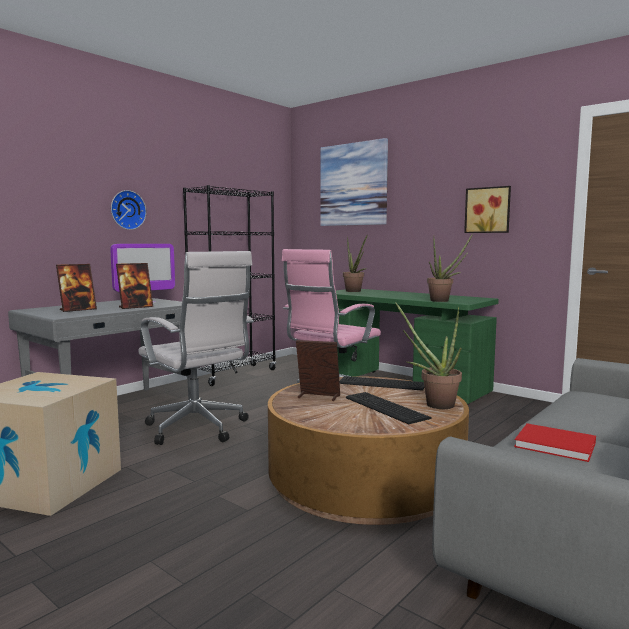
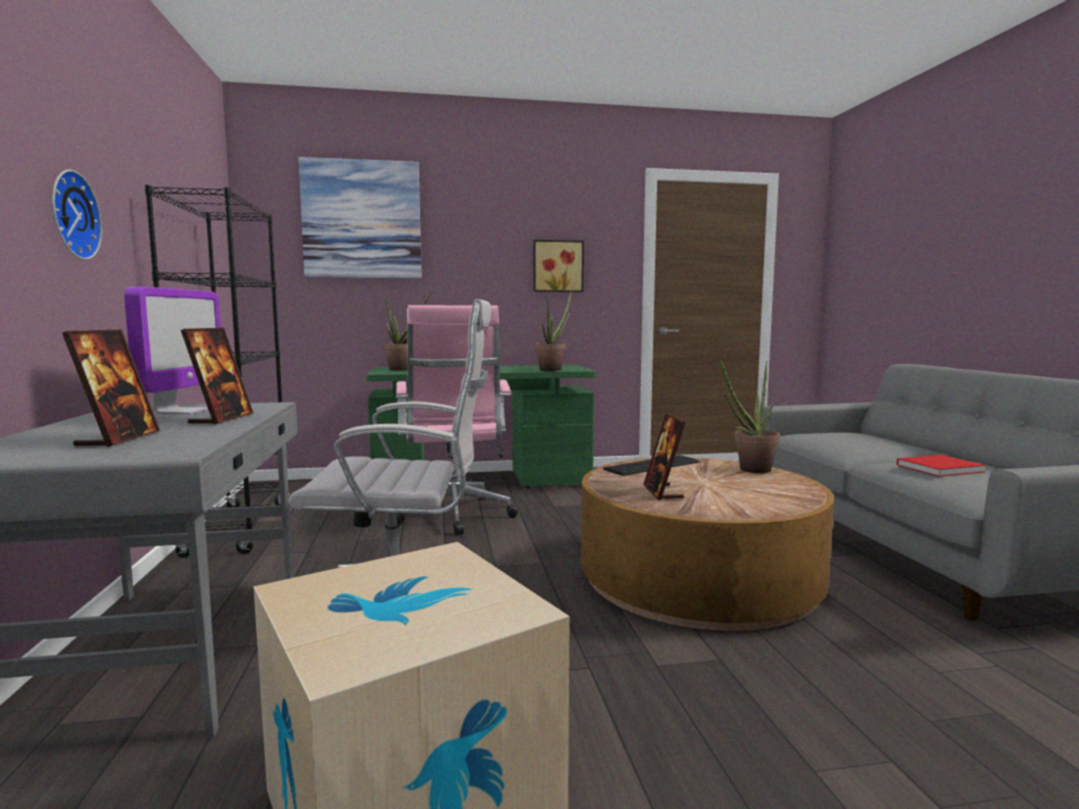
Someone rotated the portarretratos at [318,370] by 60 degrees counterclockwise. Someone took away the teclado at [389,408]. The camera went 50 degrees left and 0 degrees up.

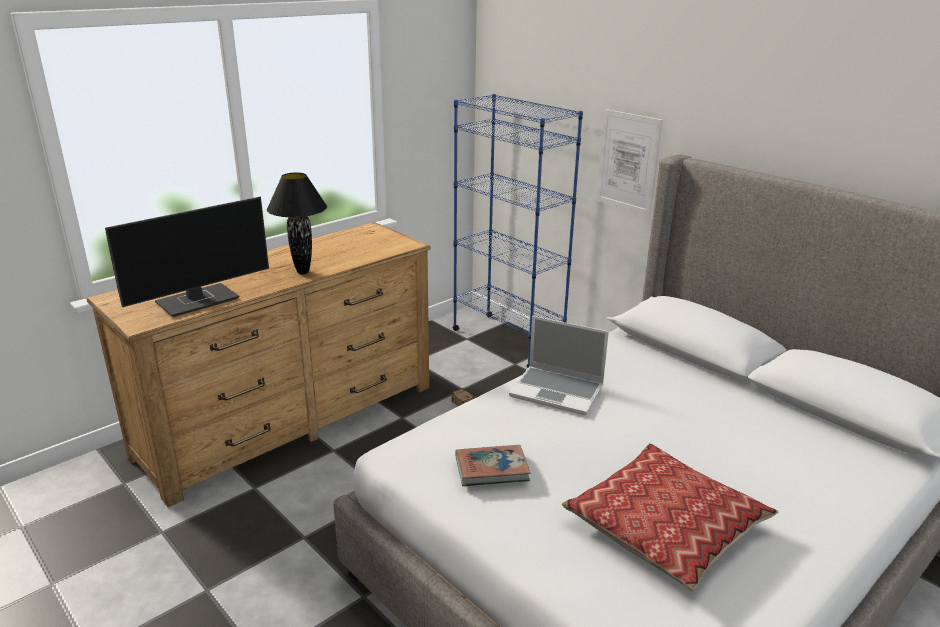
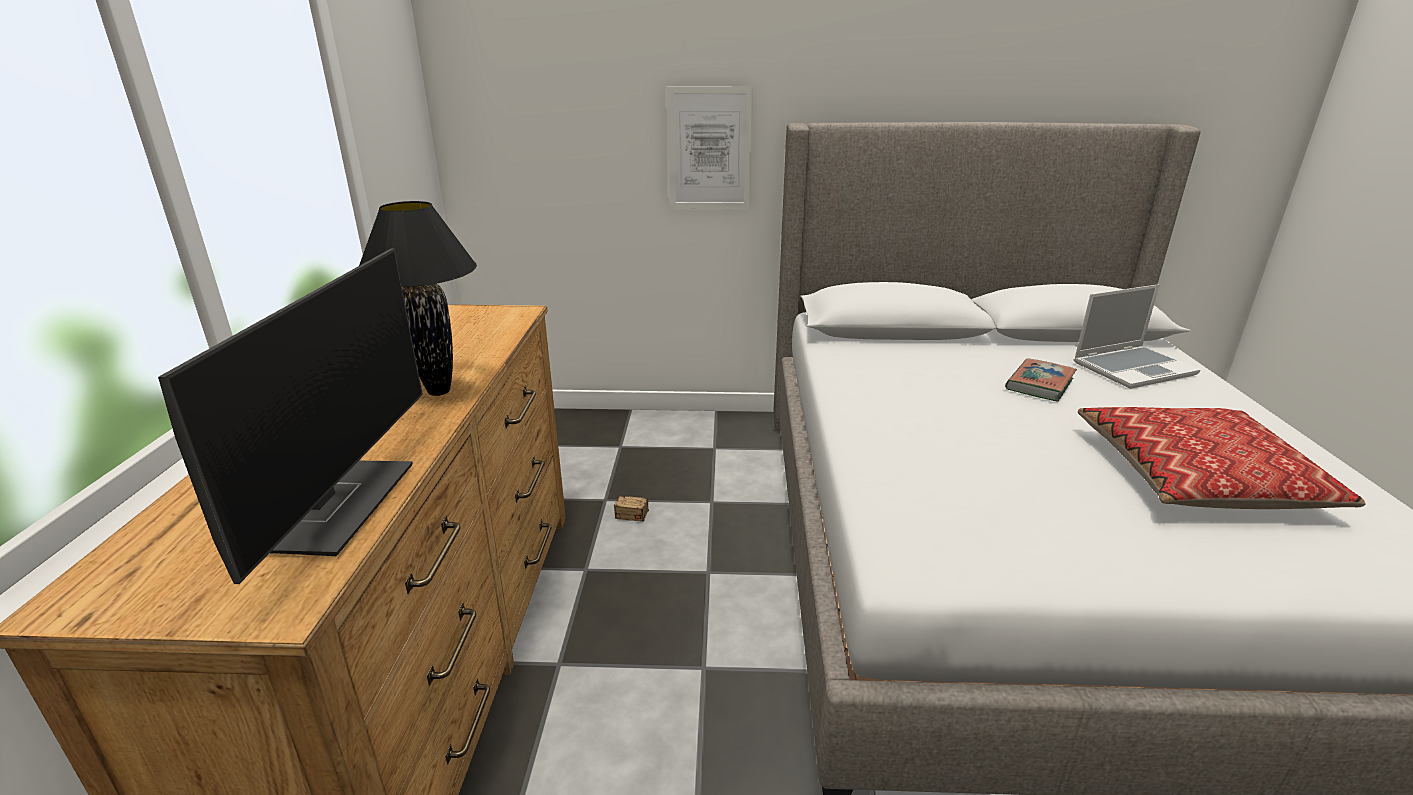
Someone took away the estantería (azul) at [518,231]. Someone carried the libro from [492,465] to [1041,380]. Someone carried the portátil from [559,365] to [1137,336]. The camera went 45 degrees left and 0 degrees up.

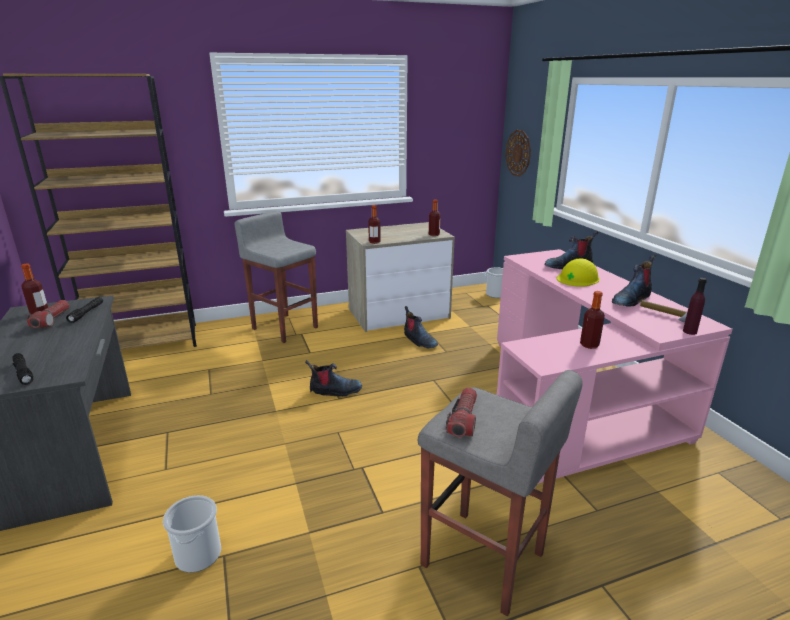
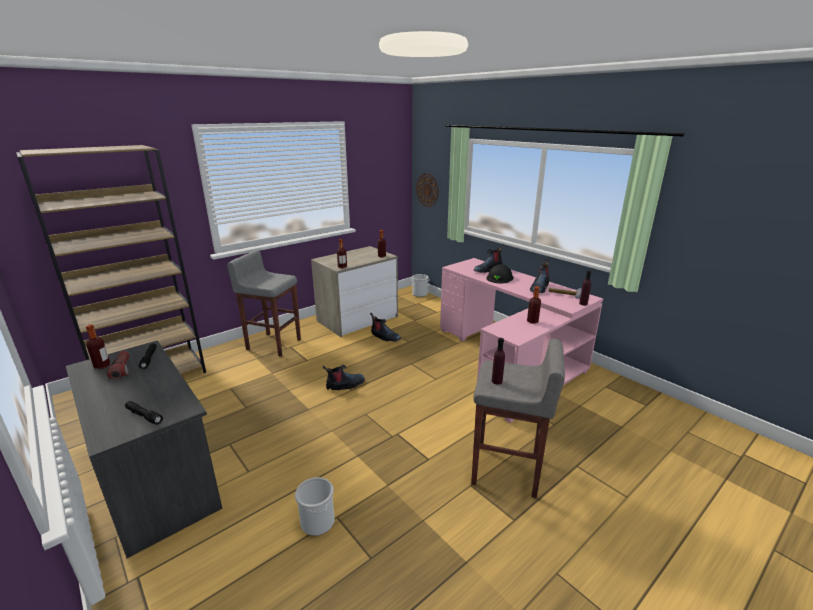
Someone swapped the linterna at [461,412] for the botella (morado) at [498,361]. Someone repainted the casco (amarillo) at [578,272], which became the casco (negro) at [500,273]. The camera went 20 degrees left and 0 degrees up.

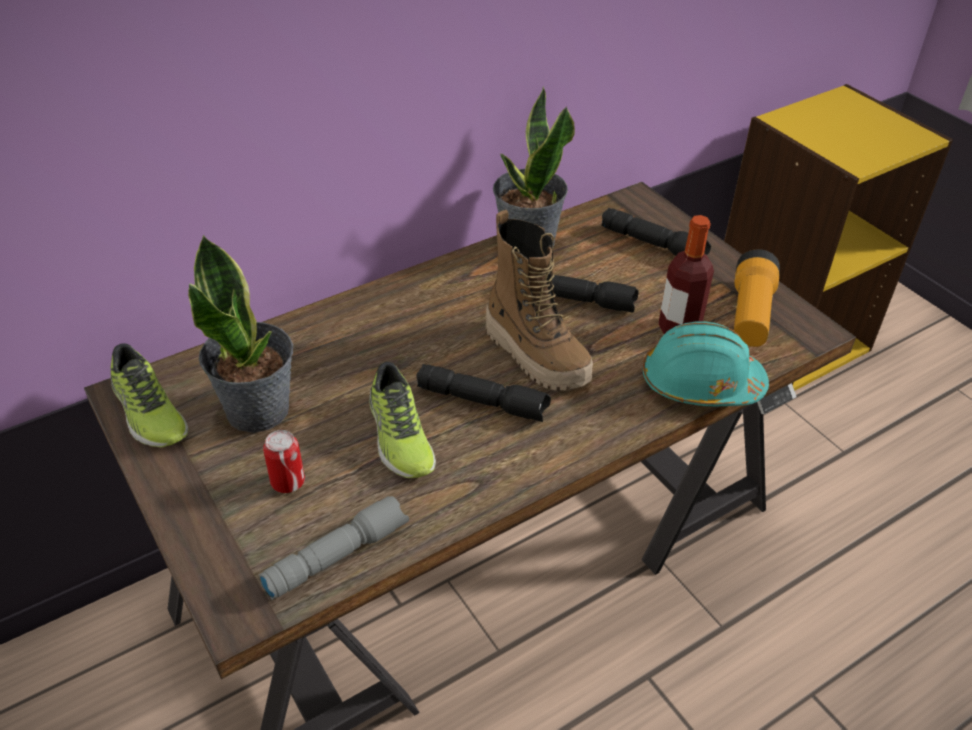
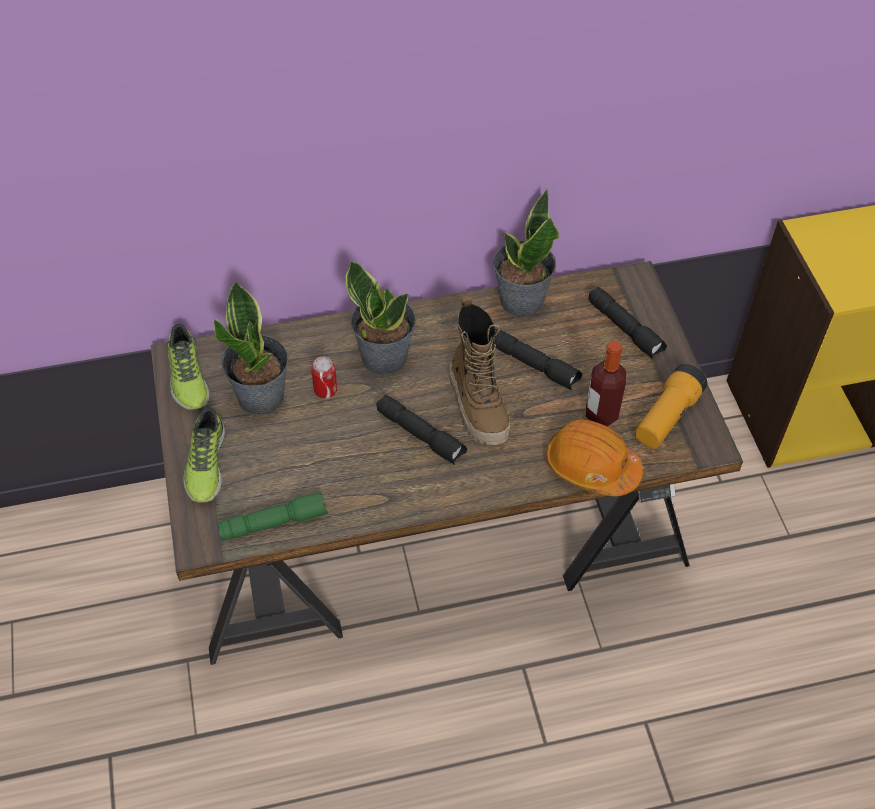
Someone repainted the linterna (gris) at [334,548], which became the linterna (verde) at [272,516]. Someone carried the lata from [284,461] to [324,377]. Someone carried the zapato from [402,420] to [204,455]. Someone repainted the casco (turquesa) at [706,363], which became the casco (naranja) at [594,457]. Someone put down the planta en maceta at [381,317]. The camera went 20 degrees right and 10 degrees up.

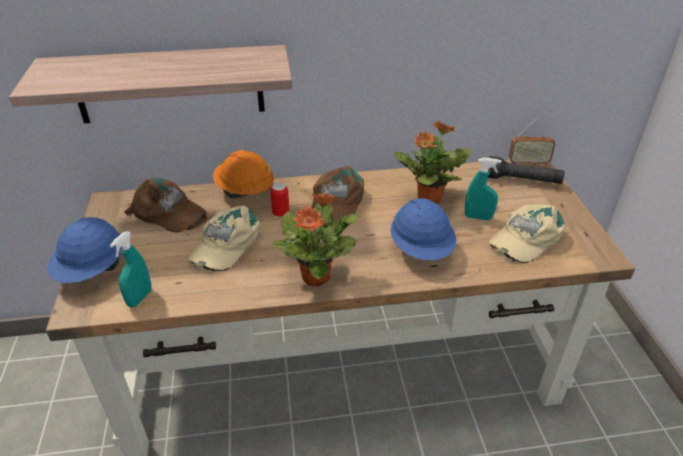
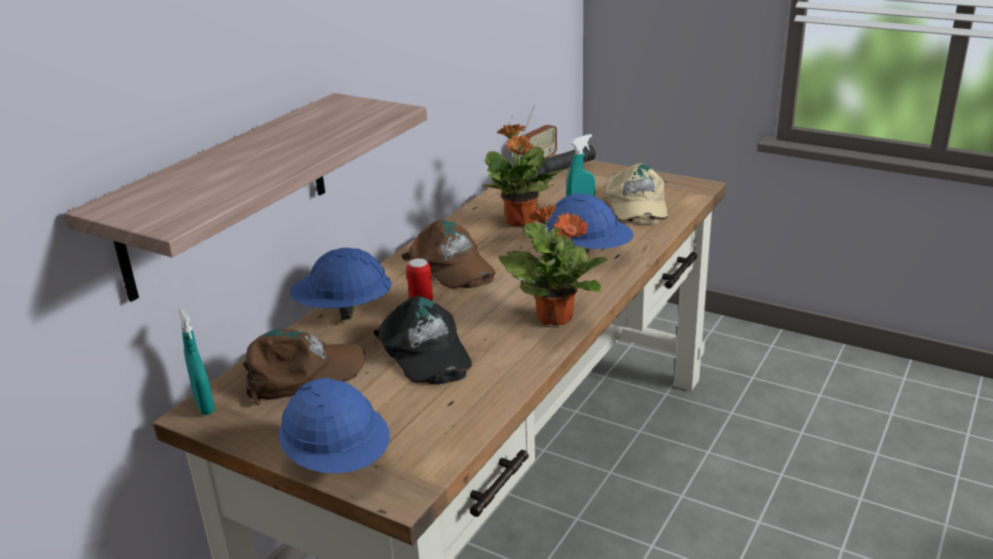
Someone carried the pulverizador (turquesa) from [131,269] to [196,361]. Someone repainted the gorra (beis) at [224,240], which became the gorra (negro) at [422,340]. Someone repainted the casco (naranja) at [243,174], which became the casco (azul) at [341,284]. The camera went 50 degrees left and 10 degrees down.

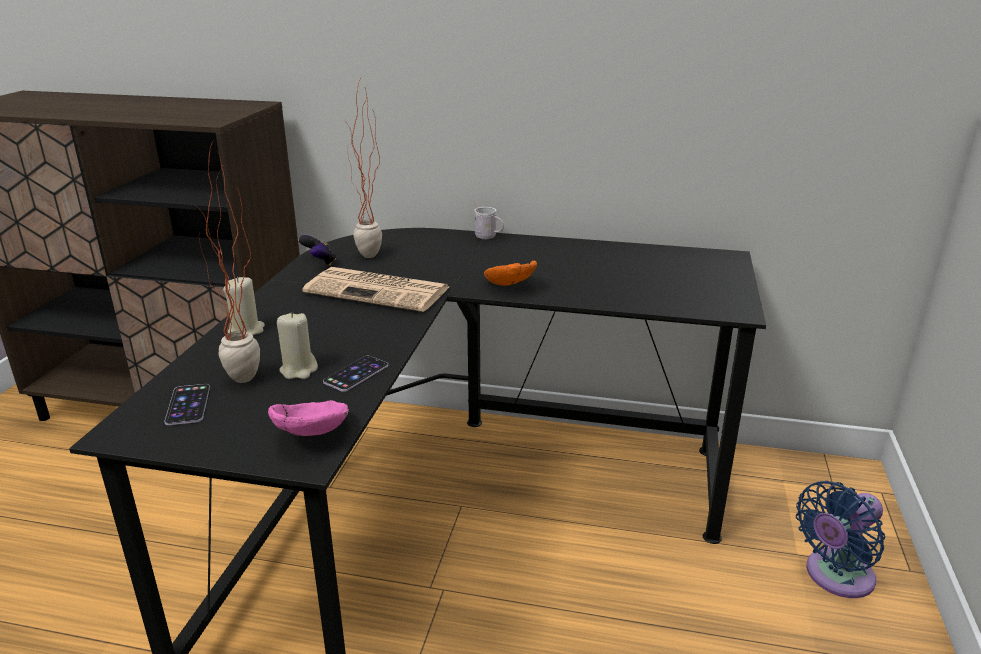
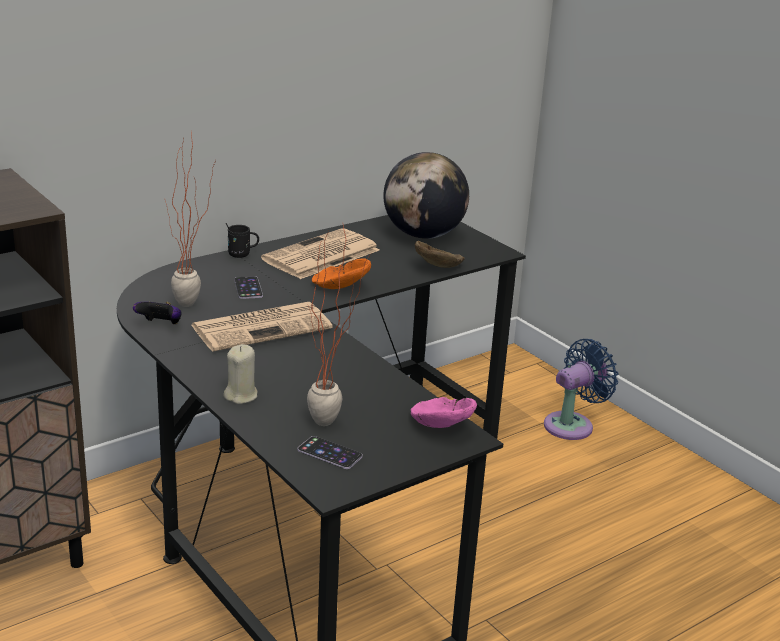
Someone took away the vela (beis) at [297,345]. Someone carried the móvil from [355,374] to [248,287]. Someone repainted the taza grande (blanco) at [488,220], which became the taza grande (negro) at [242,240]. Someone rotated the ventilador (azul) at [840,539] by 135 degrees counterclockwise. Someone put down the periódico at [320,253]. Someone put down the globo terráqueo at [426,195]. Someone put down the cuenco (marrón) at [439,254]. The camera went 50 degrees left and 0 degrees up.

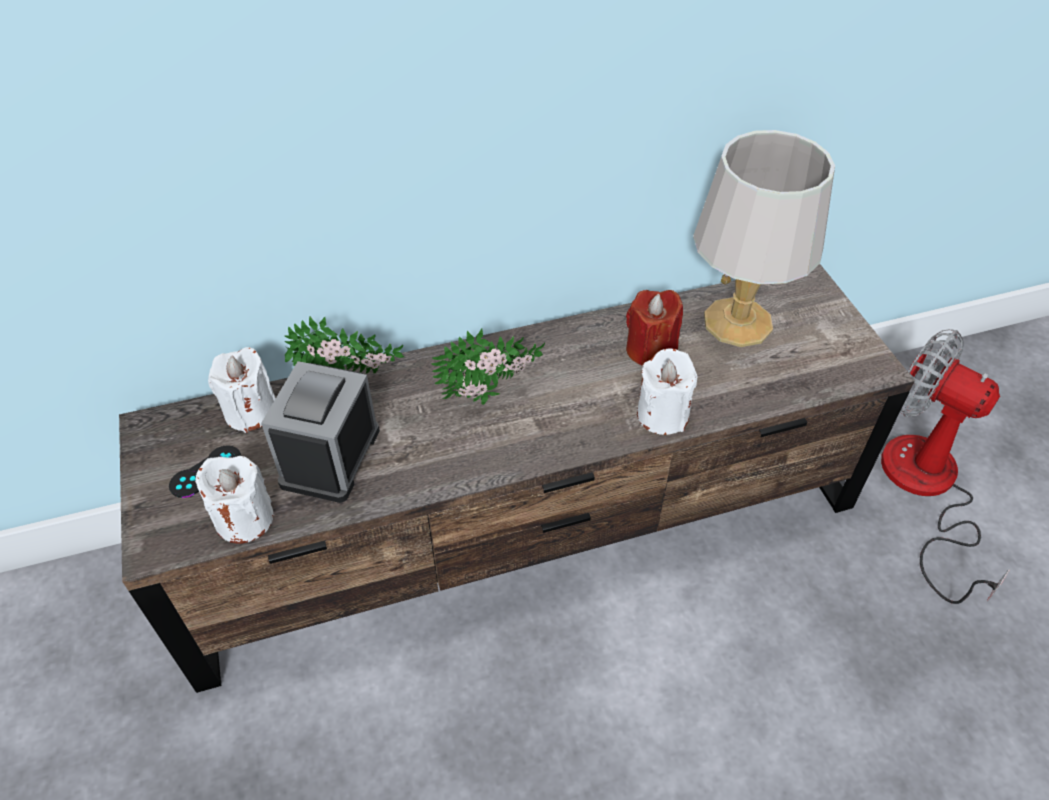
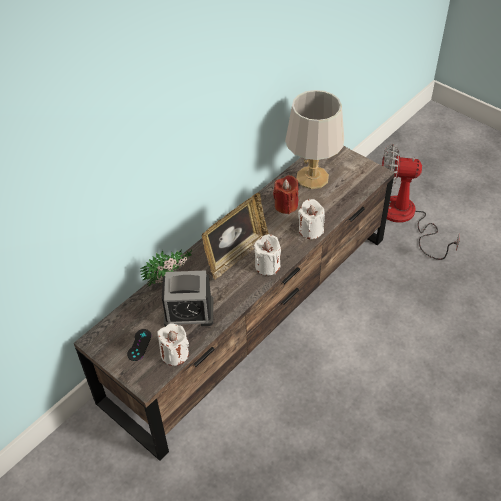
Someone carried the vela (blanco) from [242,390] to [267,254]. Someone rotated the despertador at [320,432] by 75 degrees counterclockwise. Someone swapped the planta en maceta at [488,367] for the portarretratos at [235,236]. The camera went 30 degrees left and 0 degrees up.

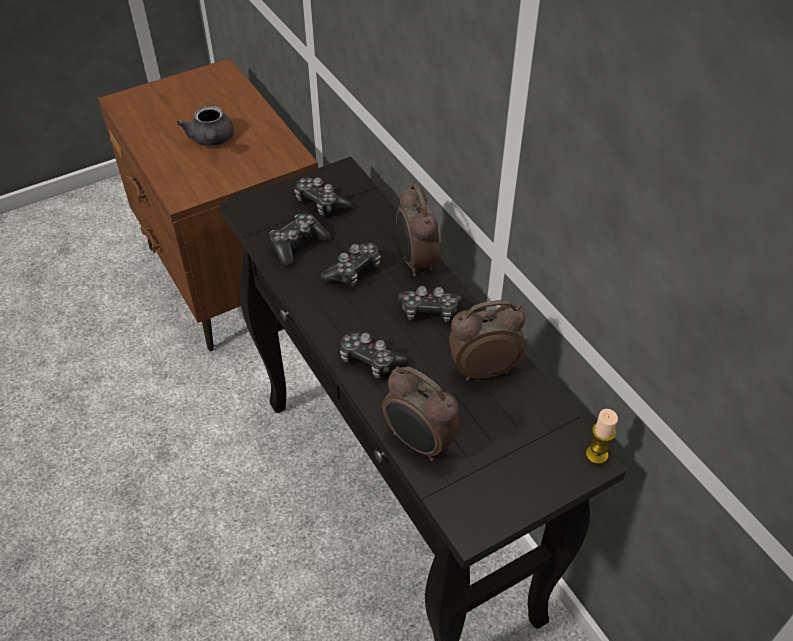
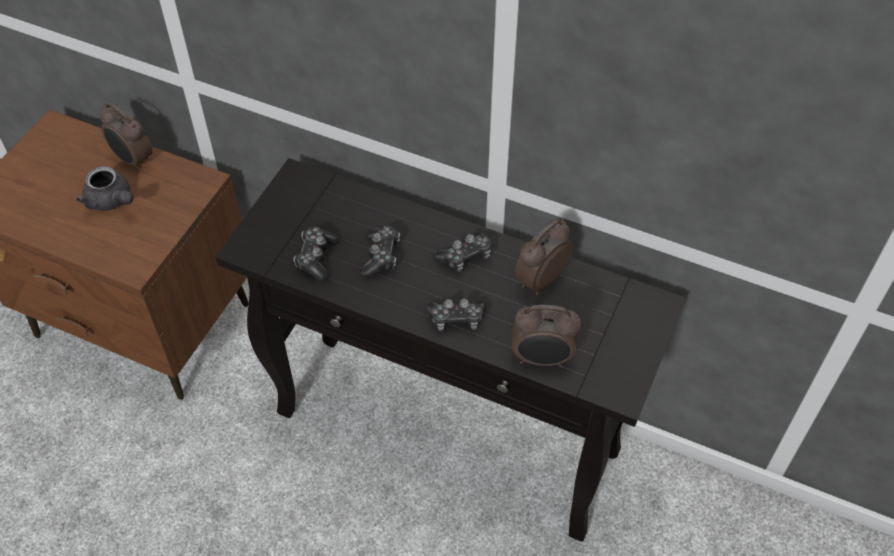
Someone took away the mando de consola at [323,196]. Someone carried the despertador from [418,229] to [126,137]. Someone took away the vela at [602,437]. The camera went 35 degrees left and 5 degrees up.

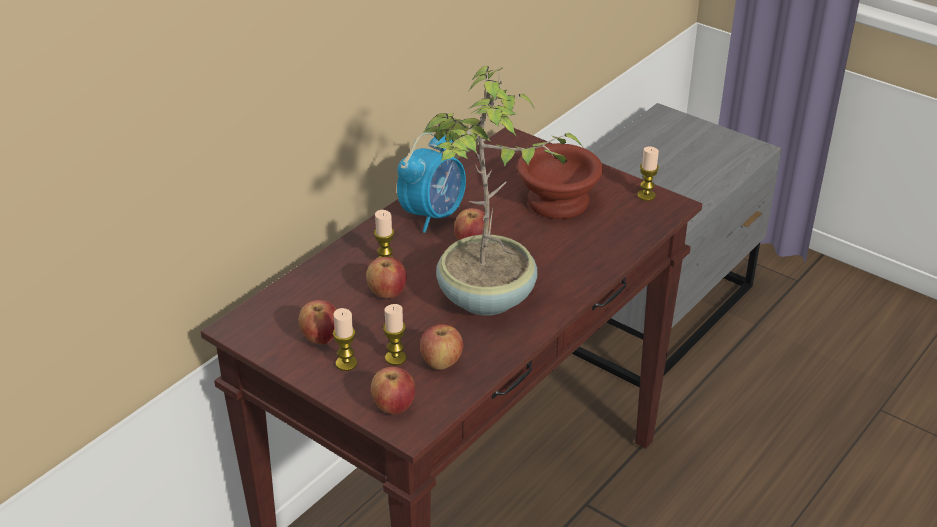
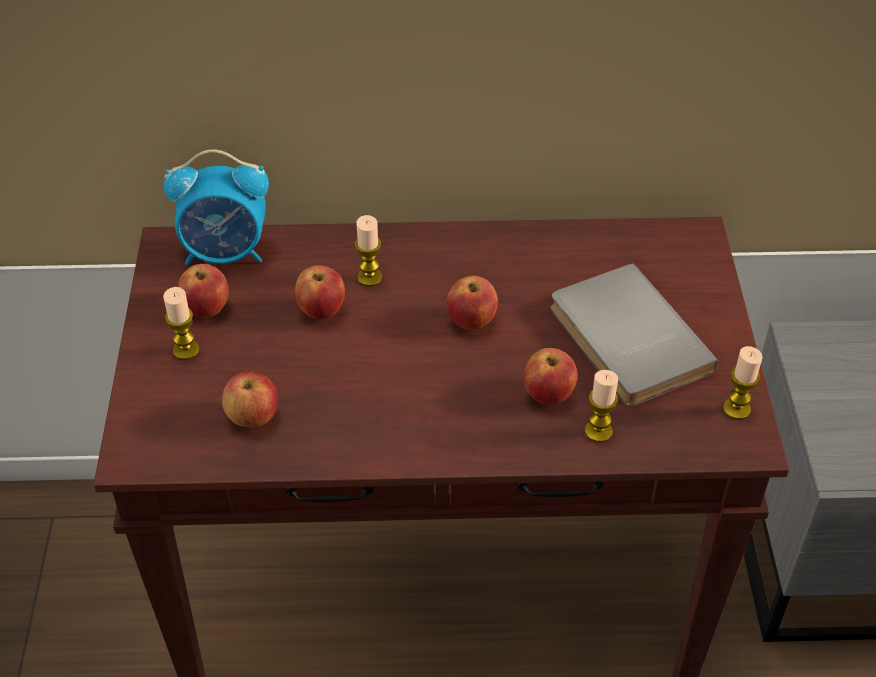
Someone carried the manzana from [393,390] to [551,376]. Someone carried the vela from [394,334] to [601,406]. Someone carried the despertador from [431,183] to [216,207]. Someone took away the planta en maceta at [502,191]. Someone swapped the cuenco (marrón) at [560,181] for the libro (gris) at [634,334]. The camera went 50 degrees right and 10 degrees up.

